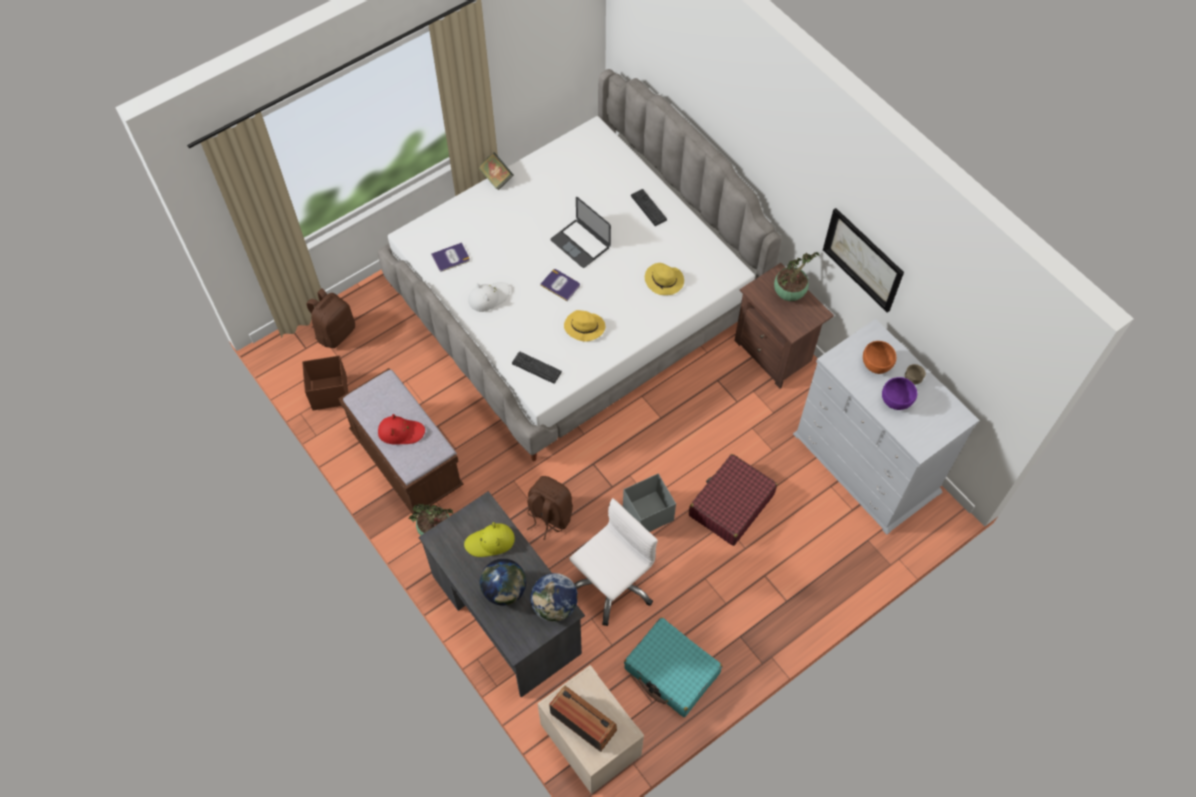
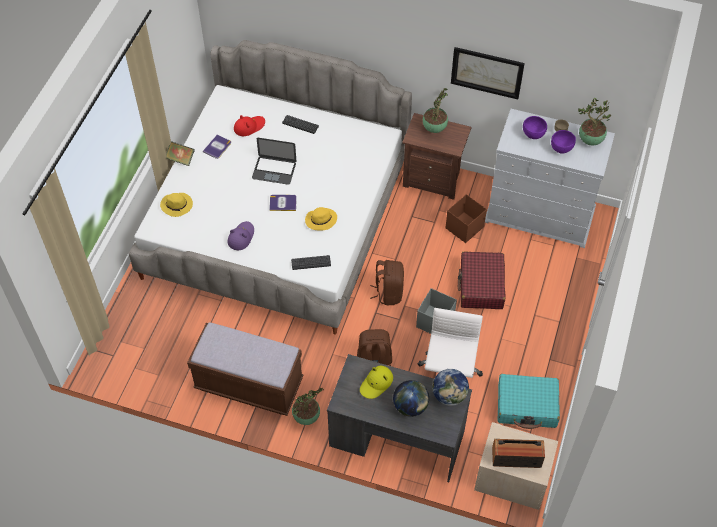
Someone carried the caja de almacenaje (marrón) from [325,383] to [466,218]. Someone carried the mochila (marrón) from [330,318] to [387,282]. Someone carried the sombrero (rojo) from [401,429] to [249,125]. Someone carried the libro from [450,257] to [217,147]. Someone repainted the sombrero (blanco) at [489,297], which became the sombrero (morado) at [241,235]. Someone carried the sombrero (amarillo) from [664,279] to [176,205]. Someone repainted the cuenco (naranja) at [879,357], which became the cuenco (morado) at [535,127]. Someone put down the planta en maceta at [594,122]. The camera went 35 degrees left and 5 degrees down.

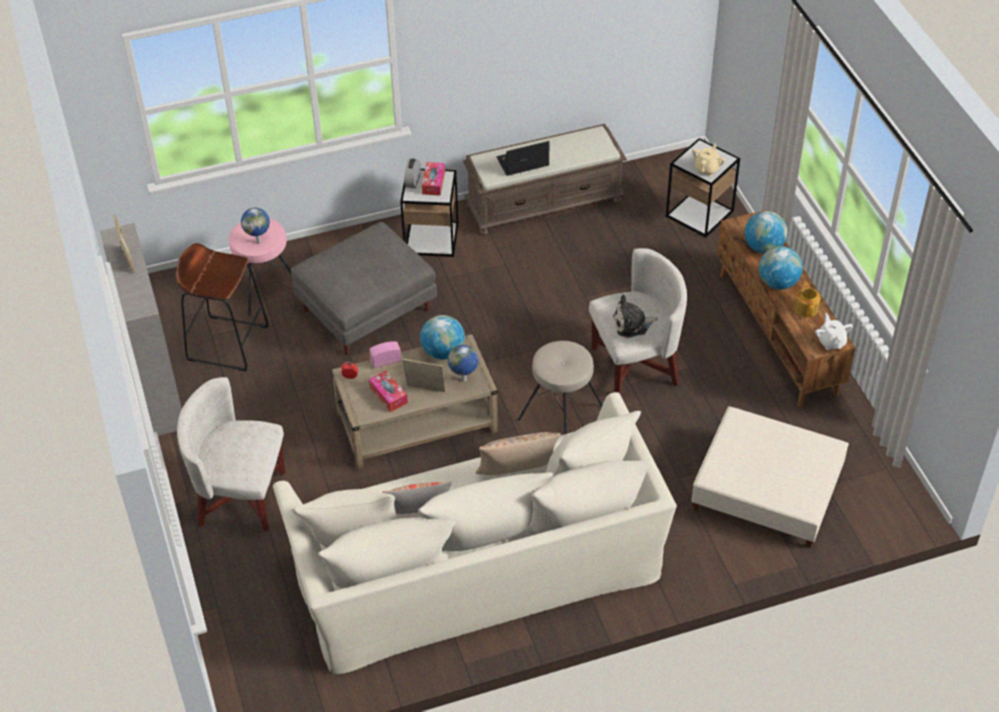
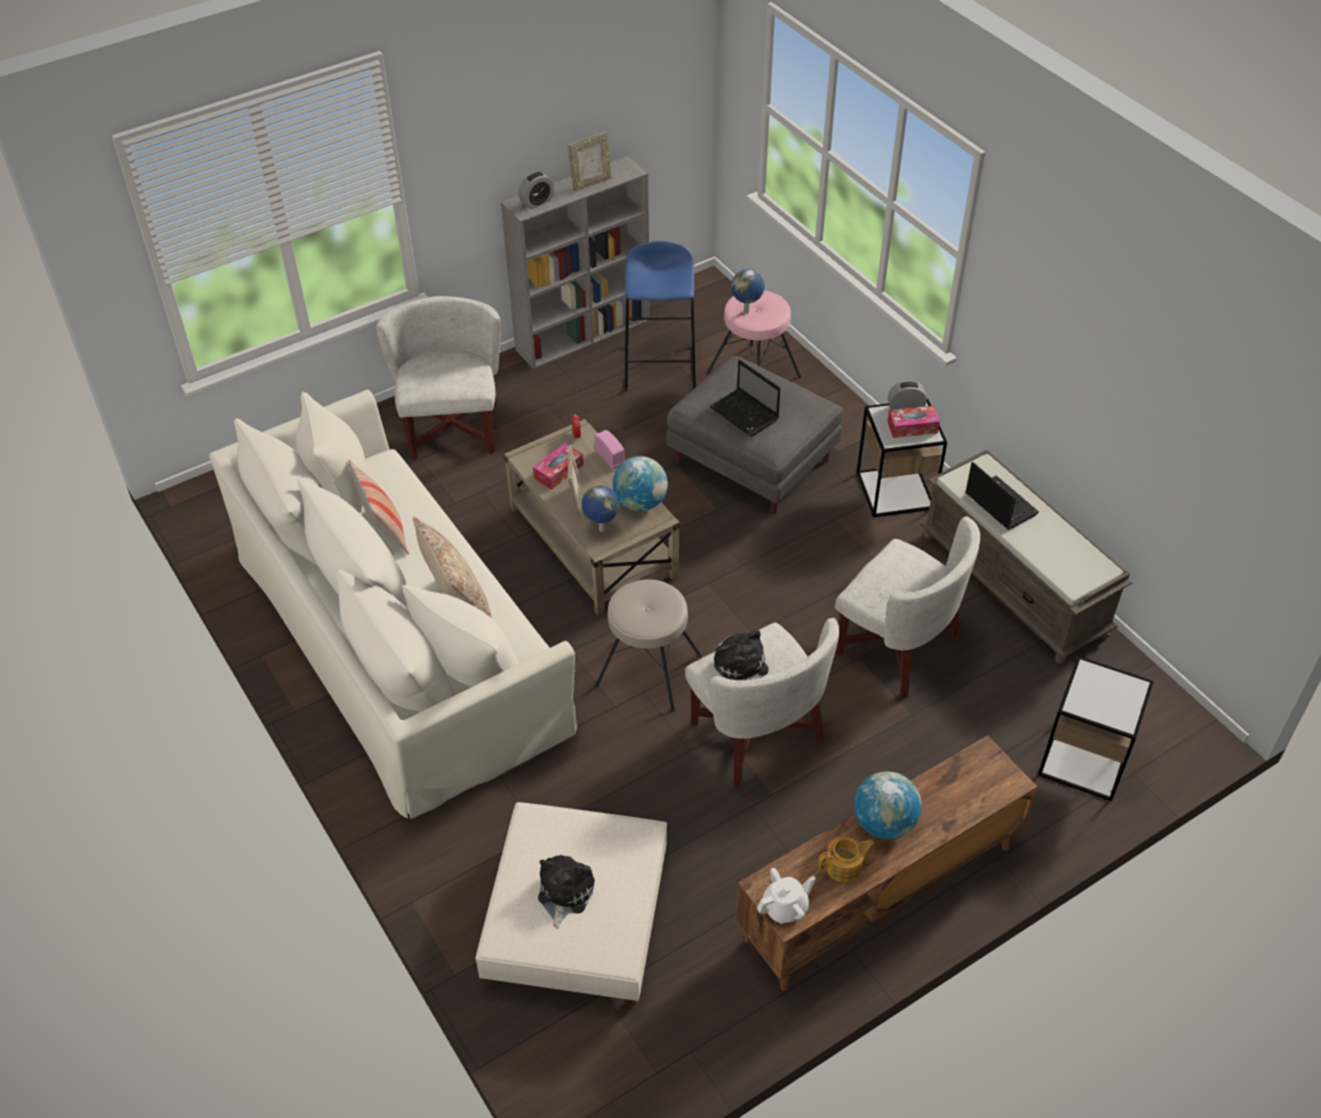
Someone repainted the taburete (marrón) at [222,307], which became the taburete (azul) at [660,316]. Someone took away the tetera (beis) at [708,159]. Someone took away the globo terráqueo at [766,232]. Someone put down the despertador at [536,190]. Someone put down the peluche at [566,892]. Someone put down the portátil at [745,398]. Someone put down the sillón (blanco) at [907,607]. The camera went 75 degrees right and 0 degrees up.

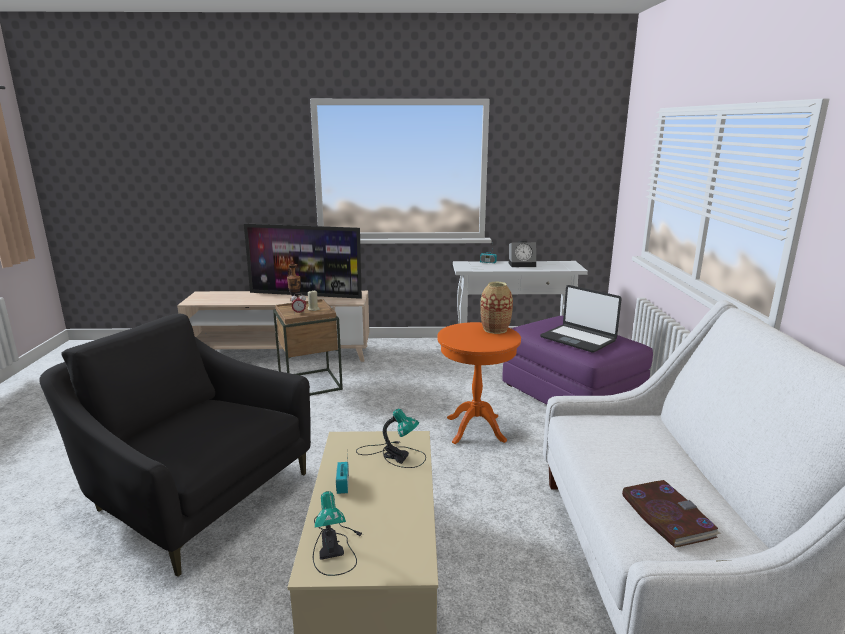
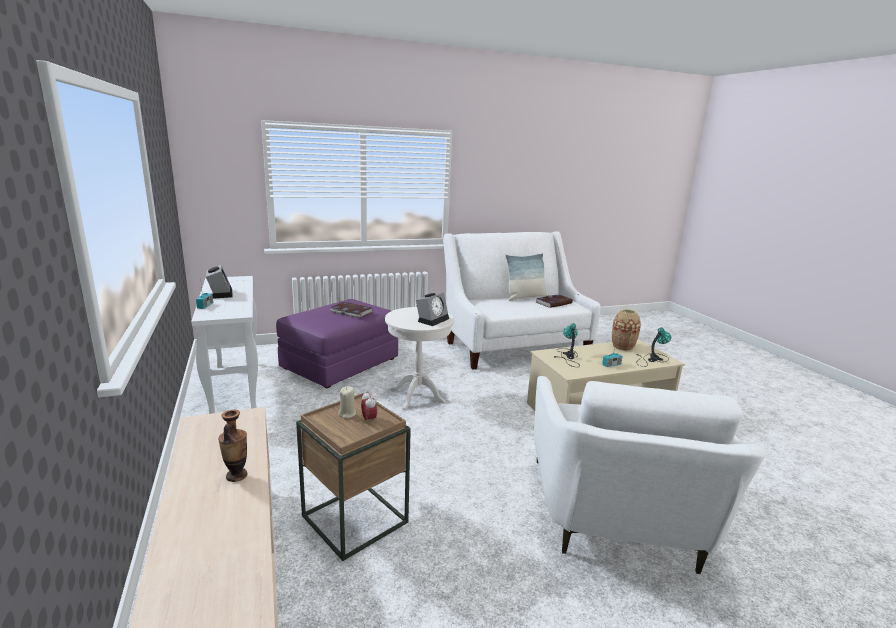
Someone repainted the sillón (negro) at [175,445], which became the sillón (blanco) at [649,475]. Someone took away the televisor at [303,261]. Someone repainted the mesa auxiliar (naranja) at [479,383], which became the mesa auxiliar (blanco) at [419,358]. Someone carried the florero from [496,308] to [626,329]. Someone swapped the portátil at [581,319] for the libro at [351,310]. Someone put down the despertador at [432,309]. Someone put down the cojín at [526,277]. The camera went 110 degrees left and 0 degrees up.

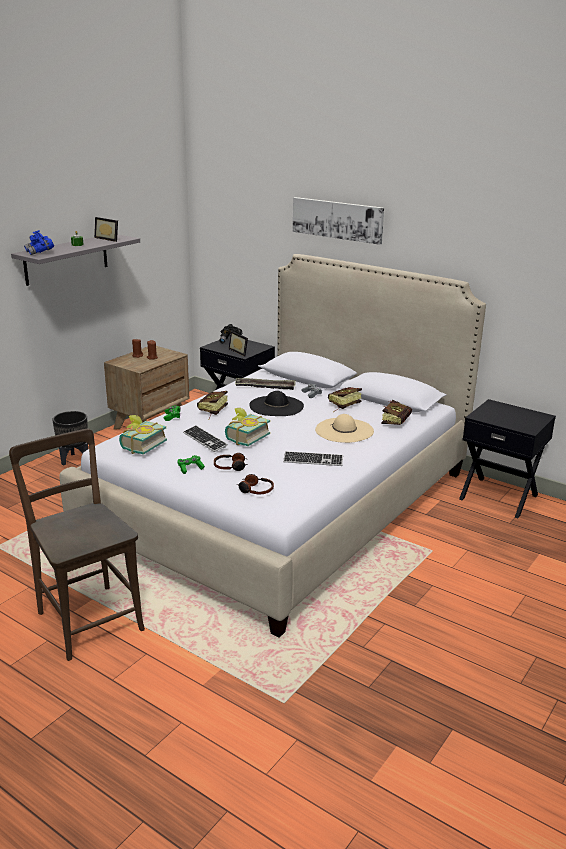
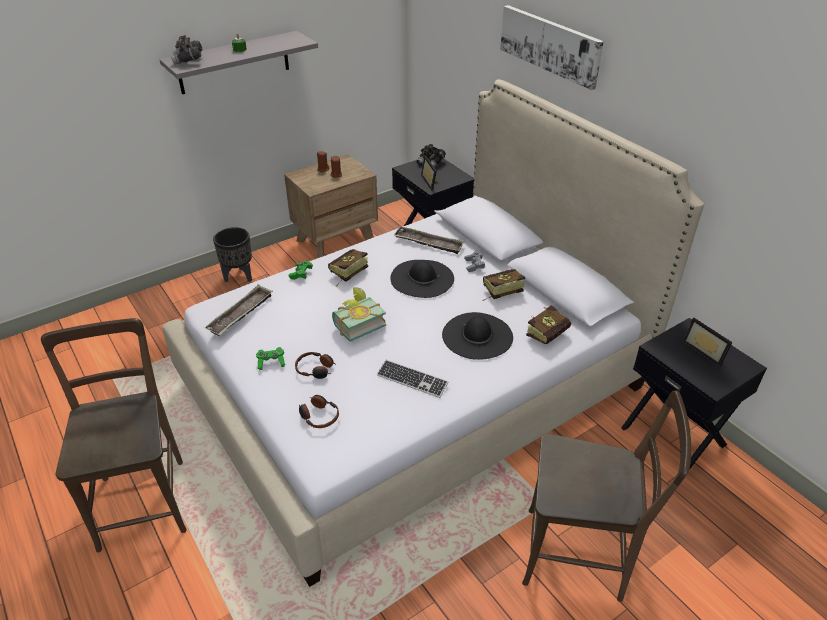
Someone repainted the prismáticos (azul) at [39,242], which became the prismáticos (gris) at [186,50]. Someone carried the portarretratos from [106,229] to [707,342]. Someone swapped the libro at [143,434] for the bandeja at [239,310]. Someone took away the teclado at [205,438]. Someone repainted the sombrero (beis) at [344,428], which became the sombrero (negro) at [477,336]. Someone put down the silla (marrón) at [606,496]. The camera went 20 degrees right and 15 degrees up.

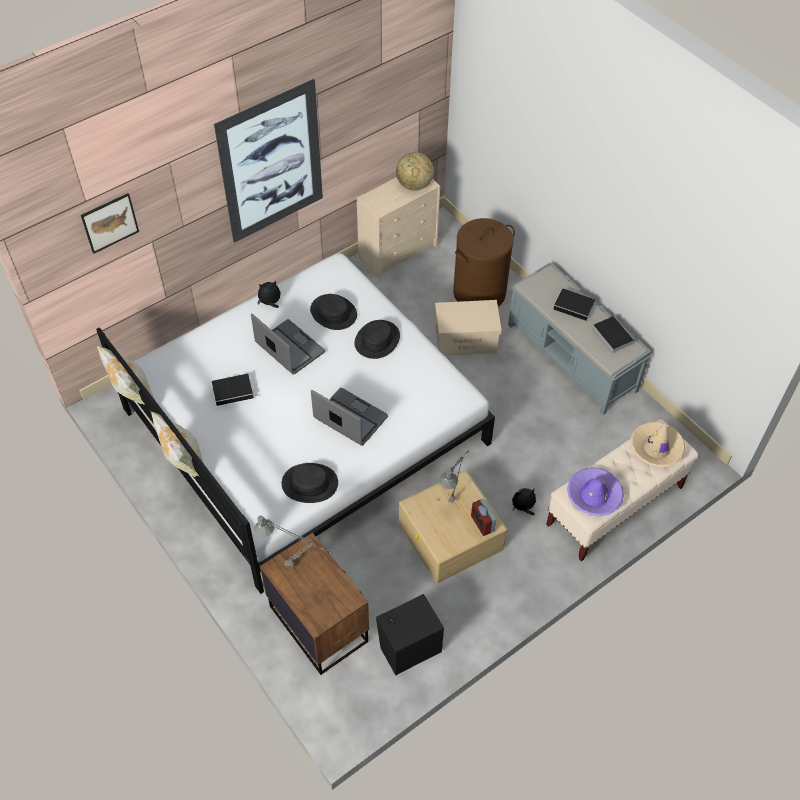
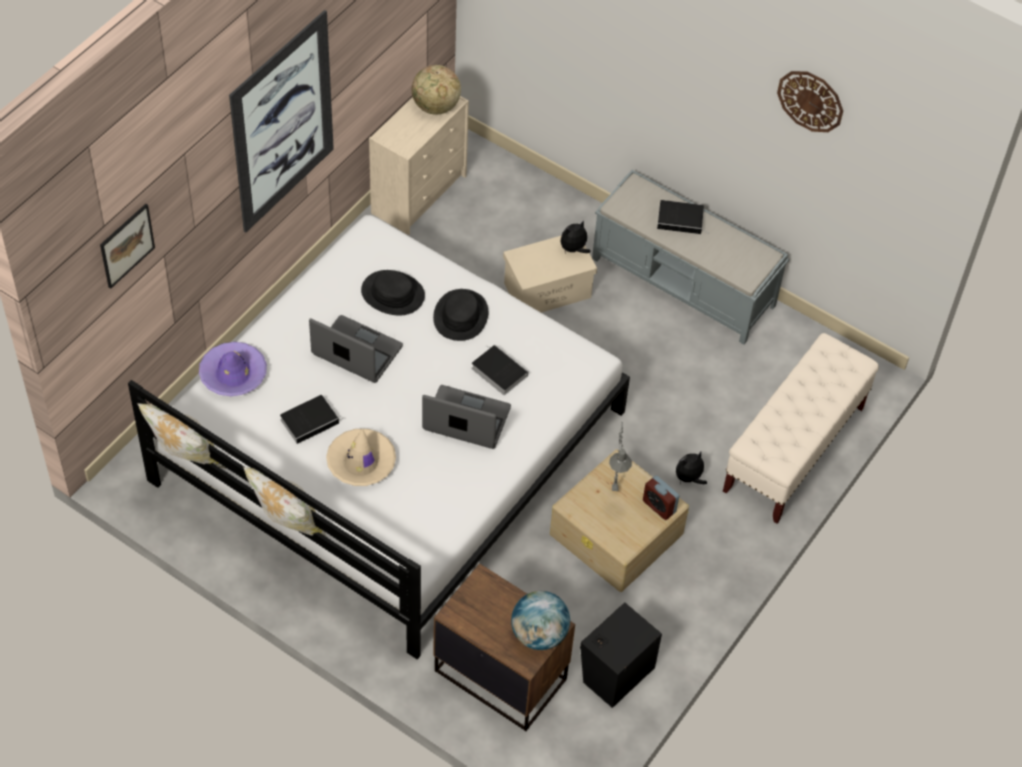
Someone took away the lámpara de mesa (gris) at [293,541]. Someone carried the peluche from [268,294] to [575,236]. Someone took away the sombrero (negro) at [310,483]. Someone took away the cesto de la ropa (marrón) at [484,262]. Someone carried the sombrero (morado) from [595,492] to [233,369]. Someone carried the libro from [613,334] to [499,370]. Someone carried the sombrero (beis) from [658,444] to [361,457]. Someone put down the globo terráqueo at [540,620]. Someone put up the reloj de pared at [810,101]. The camera went 20 degrees left and 0 degrees up.

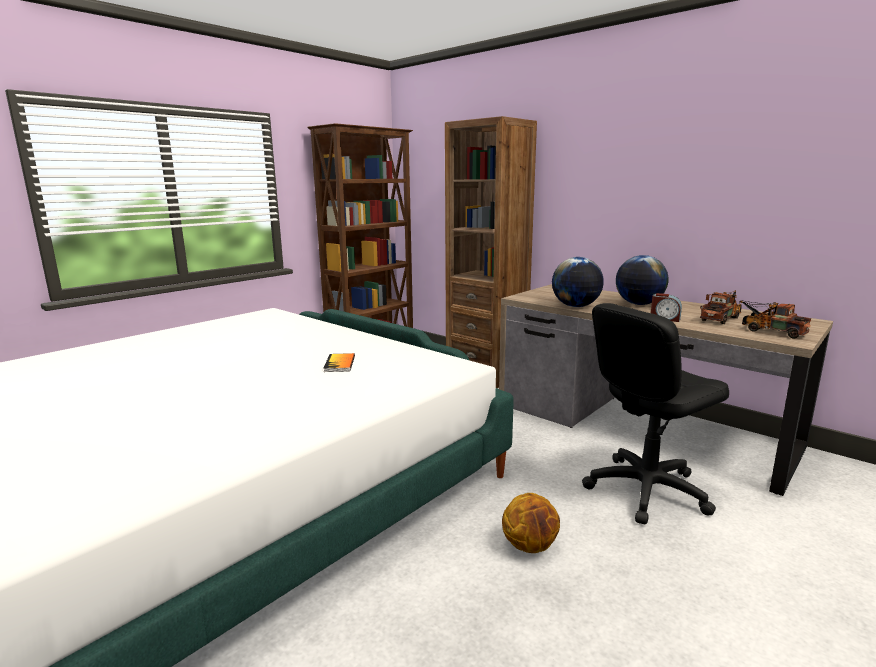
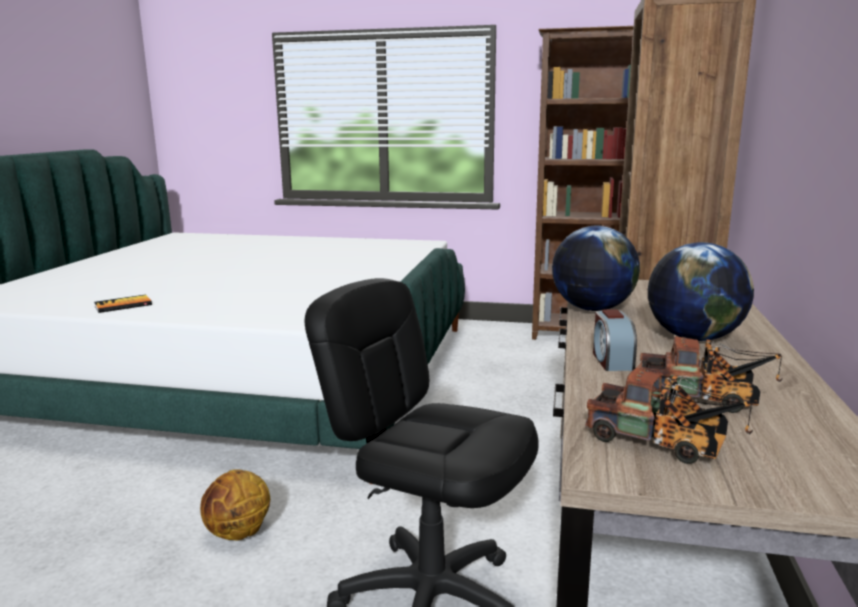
Someone carried the libro from [339,362] to [123,304]. Someone rotated the camión de juguete at [773,319] by 105 degrees clockwise. The camera went 60 degrees right and 0 degrees up.

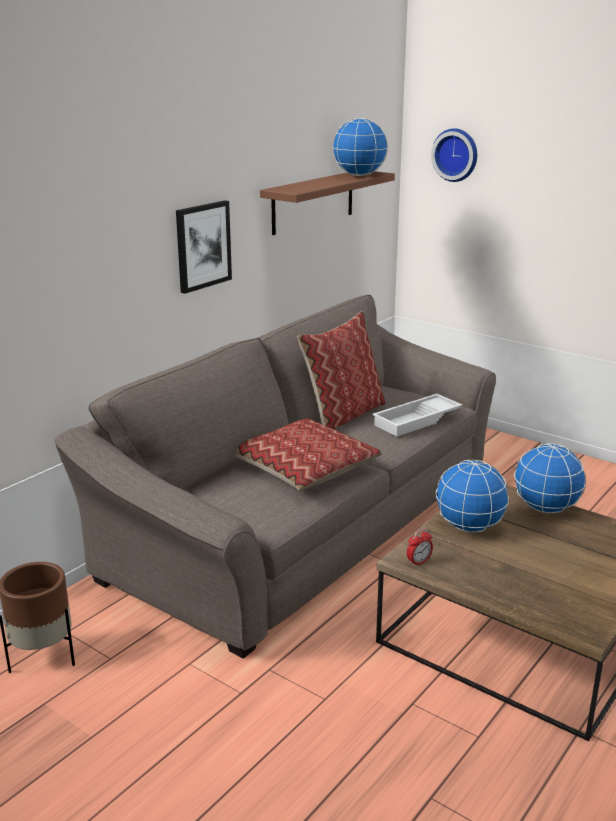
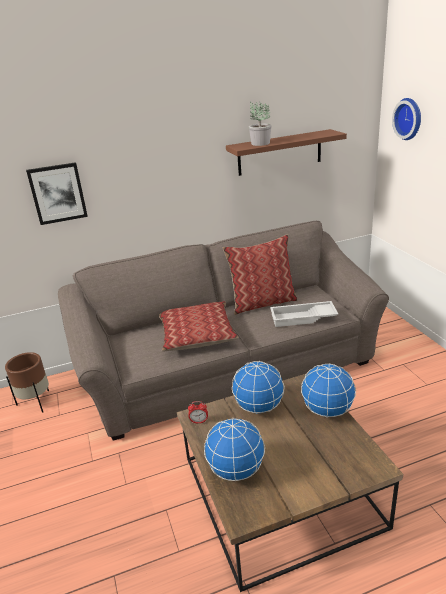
Someone carried the cuadro from [204,247] to [57,193]. Someone carried the globo terráqueo from [360,147] to [234,449]. Someone put down the planta en maceta at [260,124]. The camera went 35 degrees right and 5 degrees up.

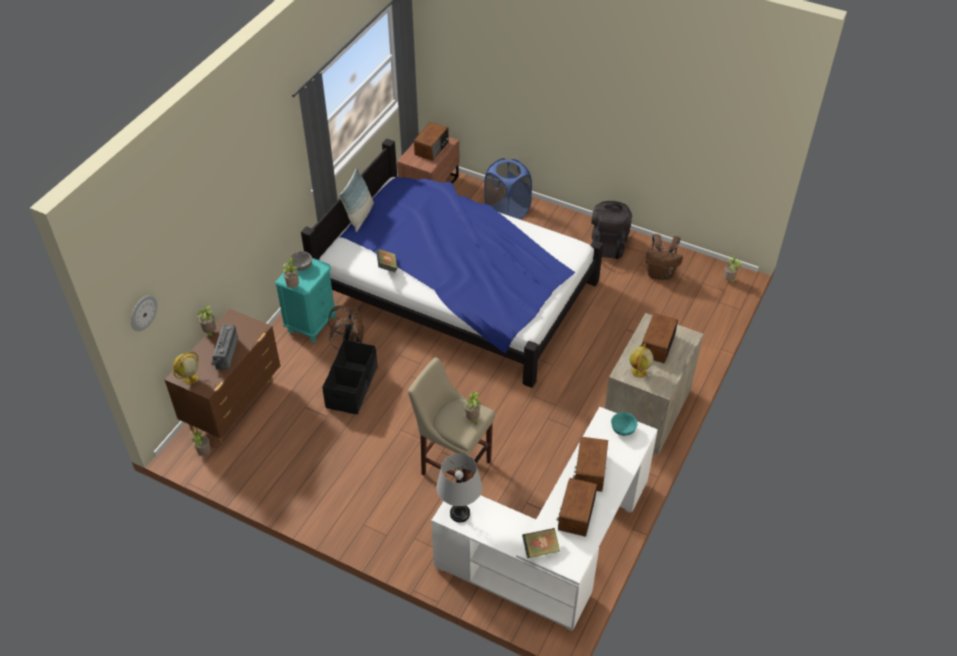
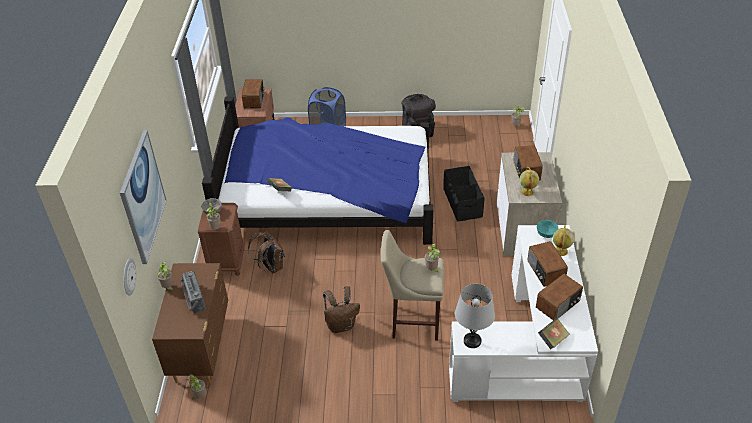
Someone carried the globo terráqueo from [186,368] to [563,240]. Someone repainted the mesita de noche (turquesa) at [306,300], which became the mesita de noche (marrón) at [221,239]. Someone carried the caja de almacenaje (negro) from [350,377] to [463,193]. Someone took away the cojín at [356,200]. Someone rotated the radio at [577,507] by 120 degrees counterclockwise. Someone carried the mochila (marrón) from [664,257] to [341,309]. Someone put up the cuadro at [143,197]. The camera went 25 degrees left and 5 degrees down.

